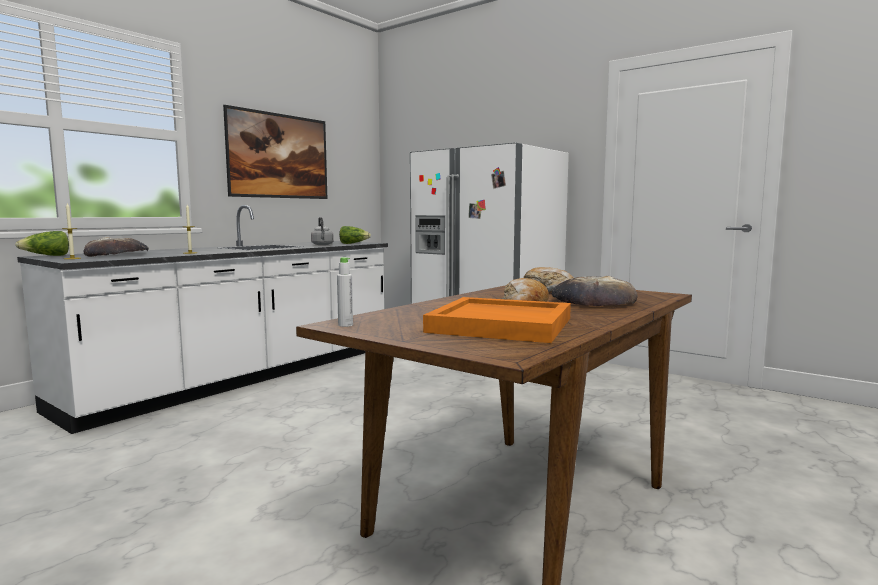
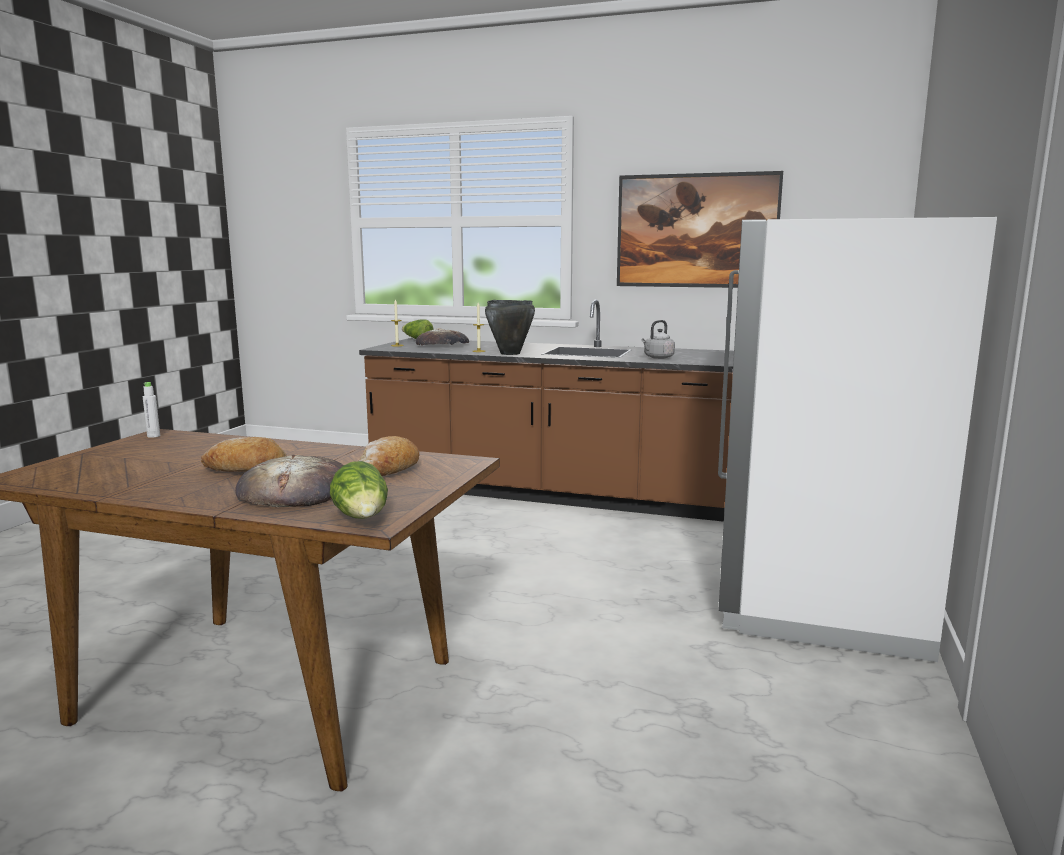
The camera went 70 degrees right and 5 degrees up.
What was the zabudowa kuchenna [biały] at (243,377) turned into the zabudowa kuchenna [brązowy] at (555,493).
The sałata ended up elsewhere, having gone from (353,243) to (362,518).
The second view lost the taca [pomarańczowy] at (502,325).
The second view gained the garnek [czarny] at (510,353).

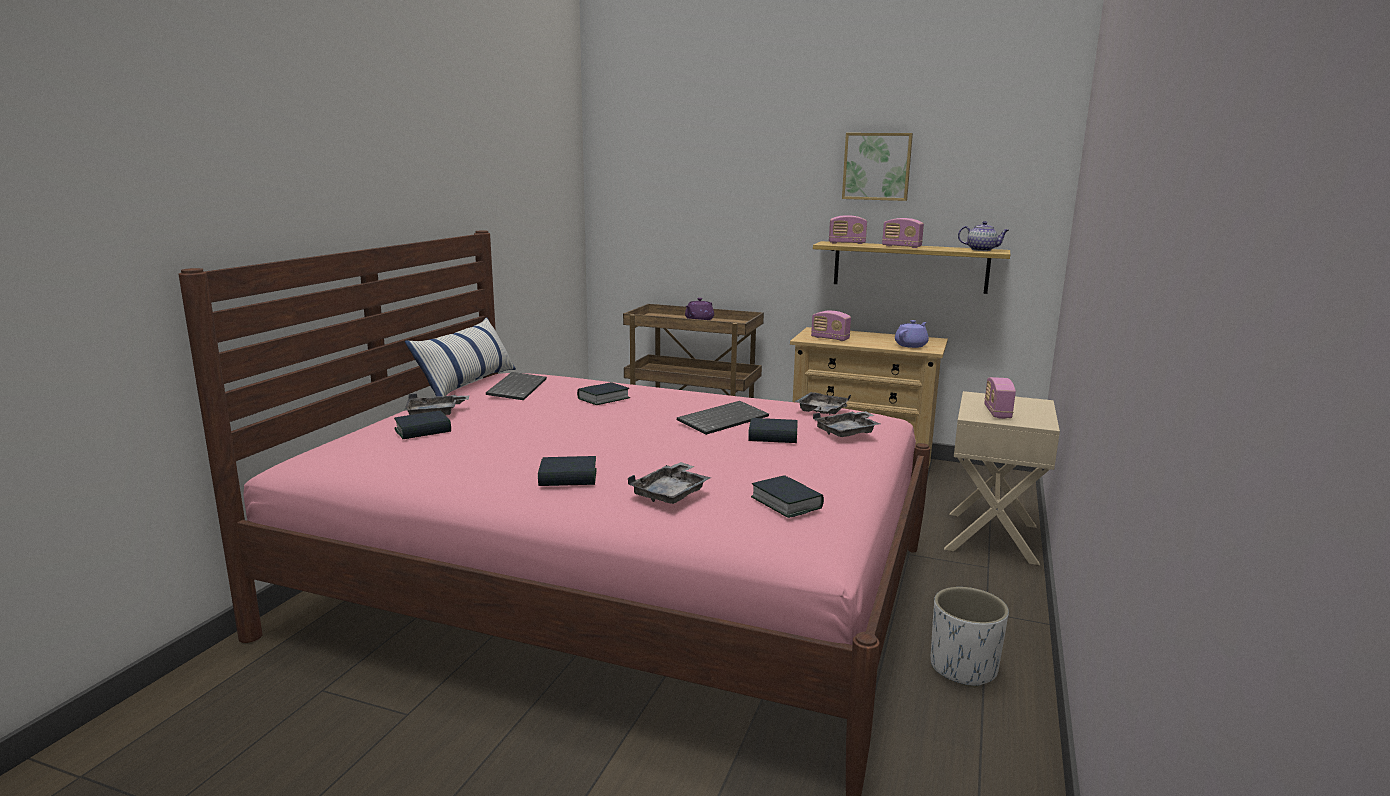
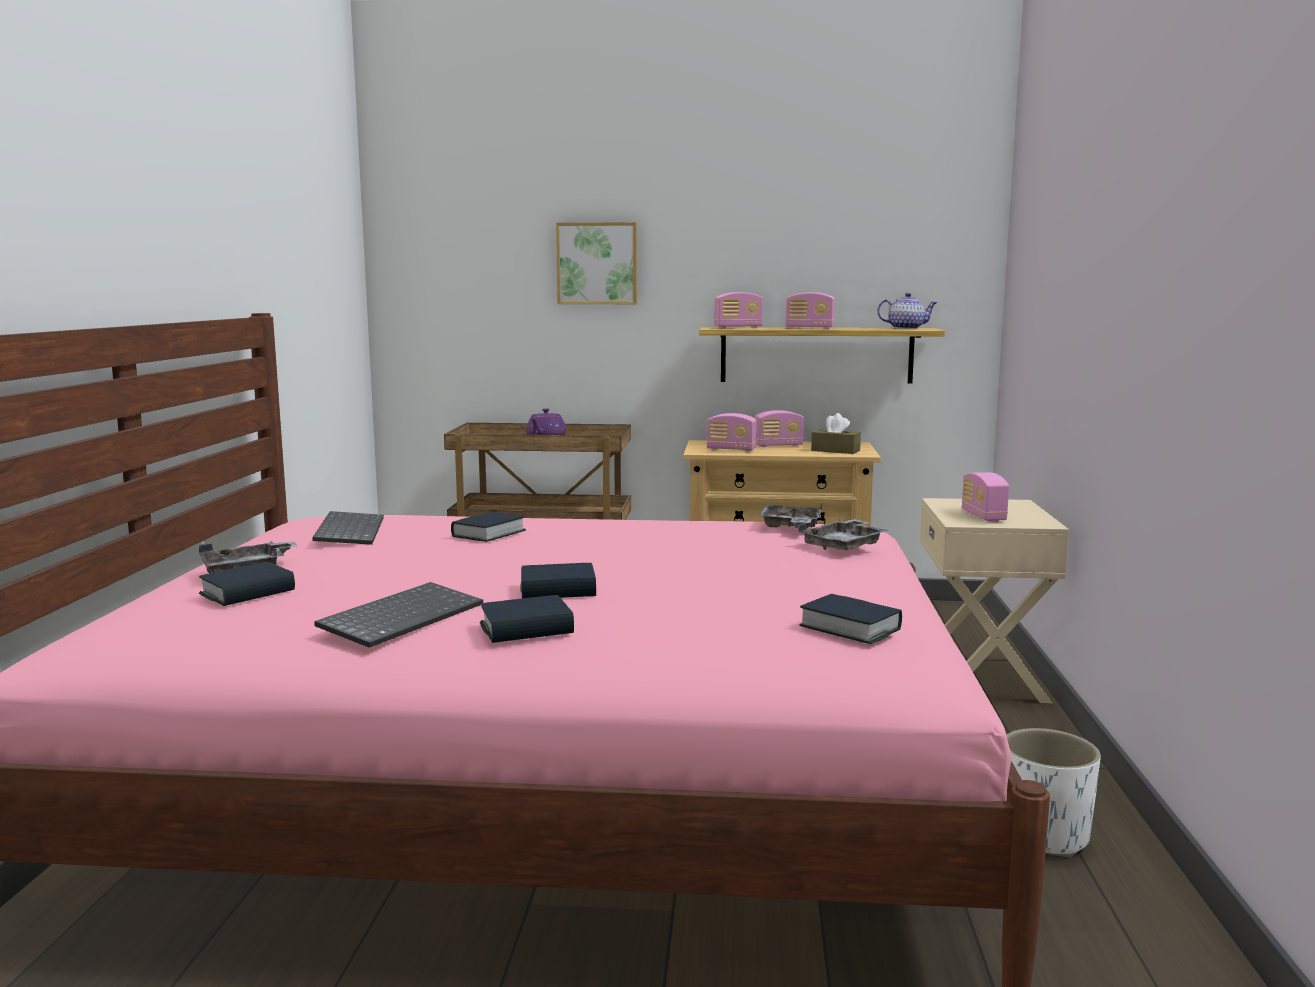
The camera went 15 degrees left and 5 degrees down.
The obraz ended up elsewhere, having gone from (877,166) to (597,263).
The second view lost the poduszka at (467,383).
Where the imbryk [fioletowy] stood at (911,345), the pudełko chusteczek [brązowy] came to stand at (835,450).
The klawiatura ended up elsewhere, having gone from (723,419) to (402,617).
The książka ended up elsewhere, having gone from (773,436) to (558,590).
The second view lost the taca [szary] at (671,493).
The second view gained the radio at (778,445).

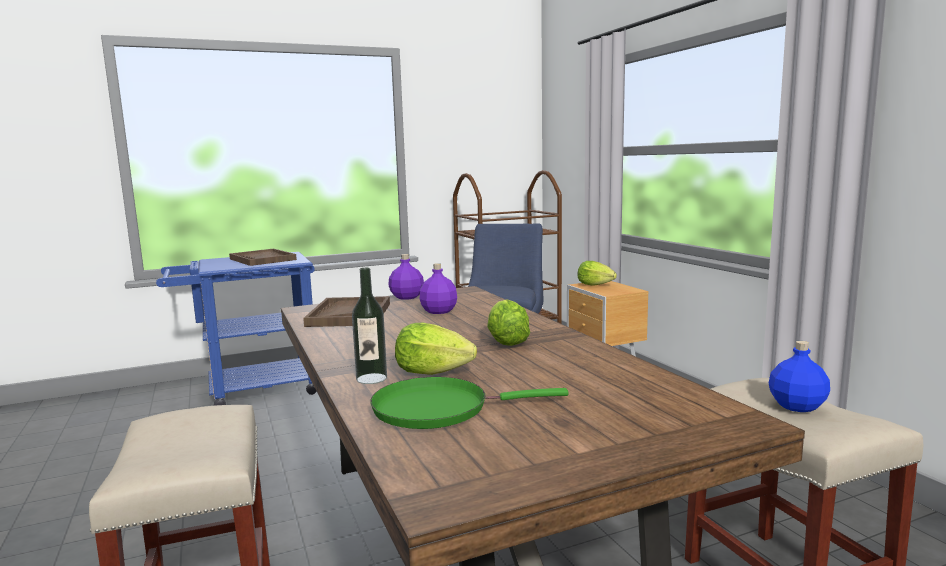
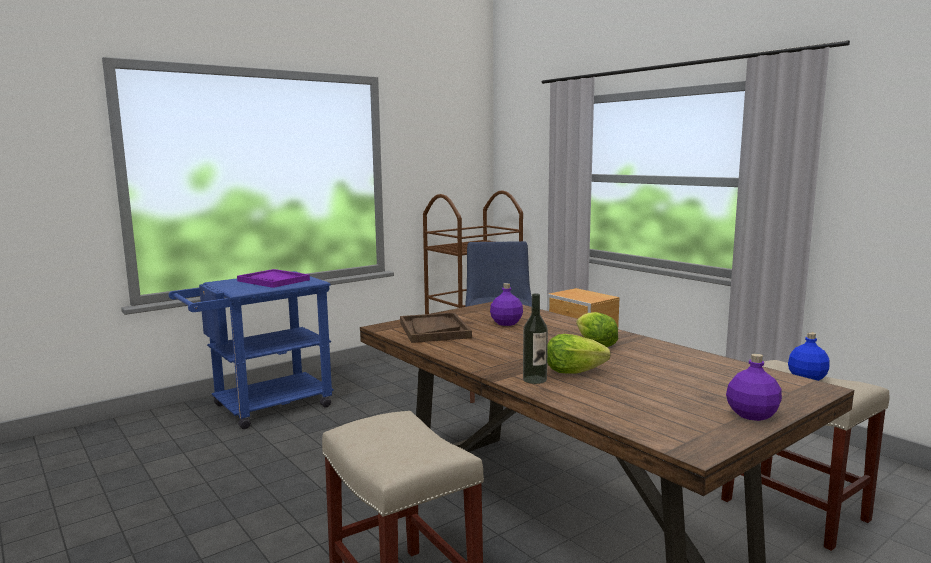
The camera went 15 degrees left and 0 degrees up.
What was the taca [brązowy] at (263,259) turned into the taca [fioletowy] at (274,280).
The butelka [fioletowy] ended up elsewhere, having gone from (406,297) to (751,415).
The second view lost the sałata at (595,285).
The second view lost the patelnia [zielony] at (438,409).

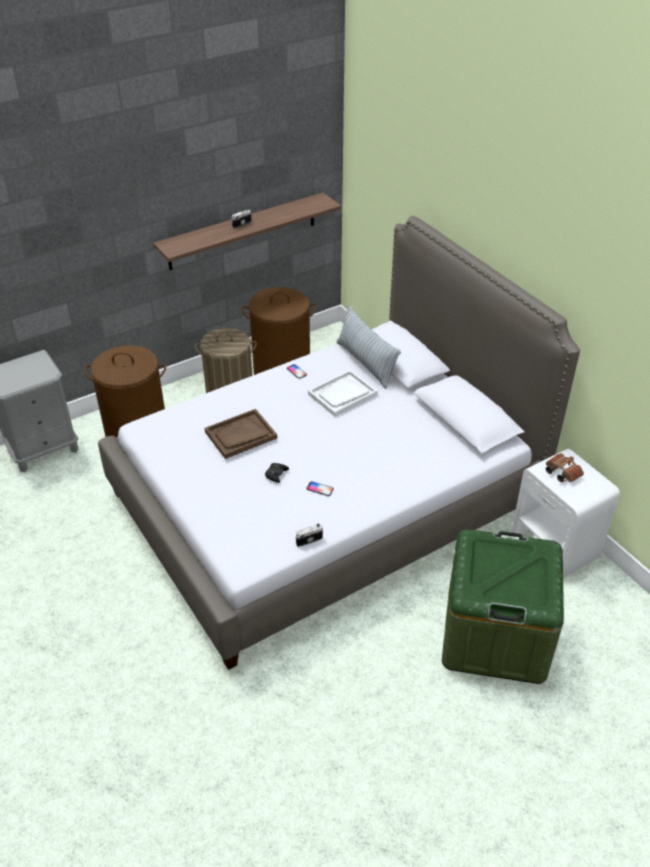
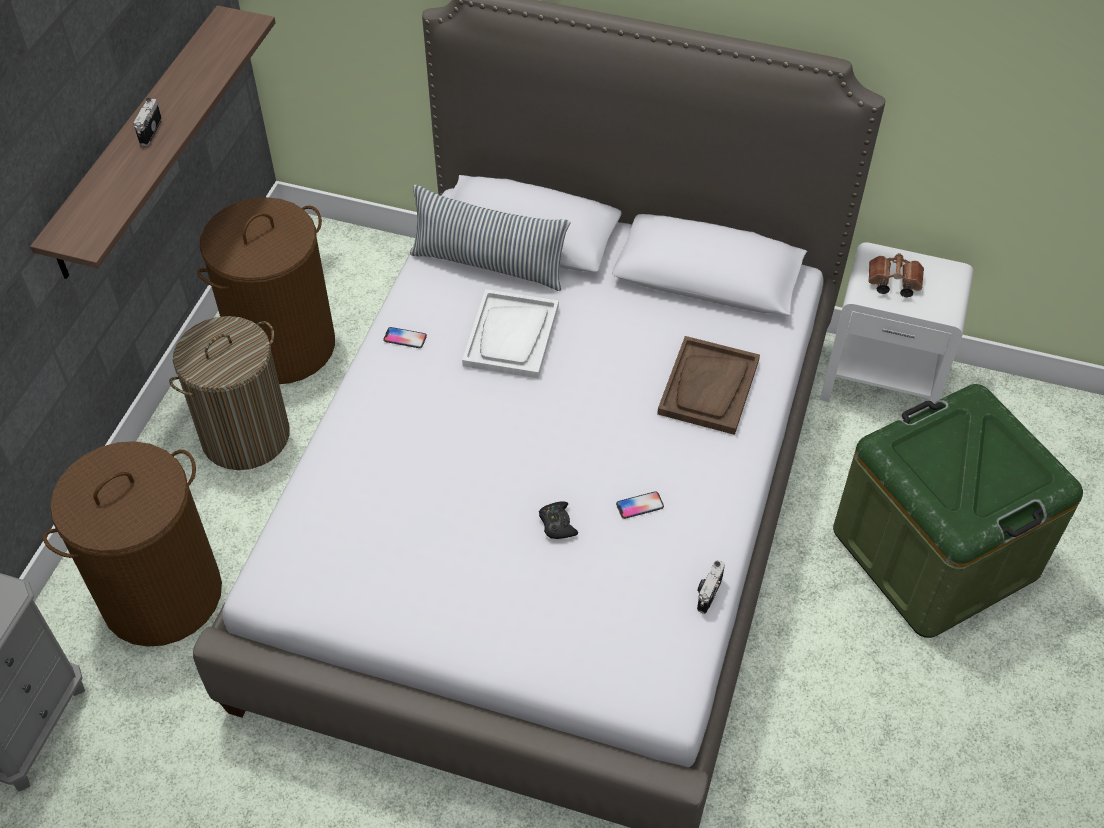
The camera went 40 degrees left and 10 degrees up.
The taca [brązowy] ended up elsewhere, having gone from (240,435) to (709,387).

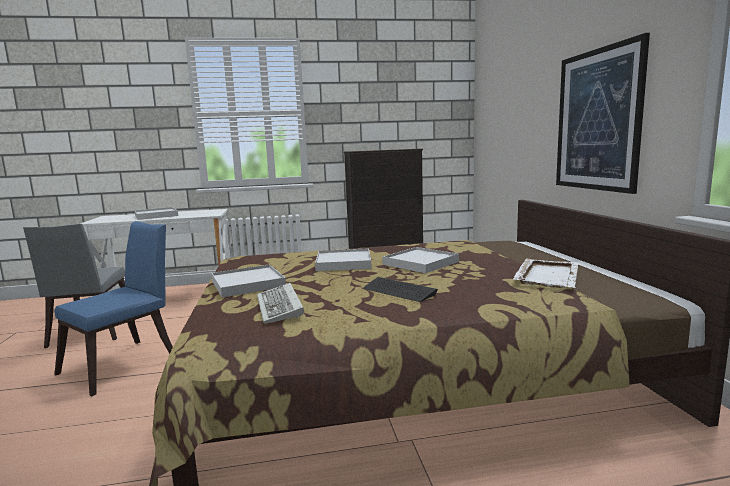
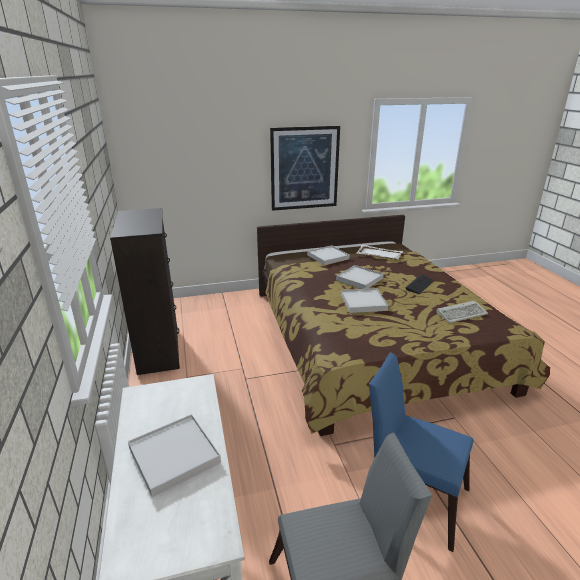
The camera went 95 degrees left and 15 degrees up.
The taca [biały] ended up elsewhere, having gone from (248,284) to (328,257).

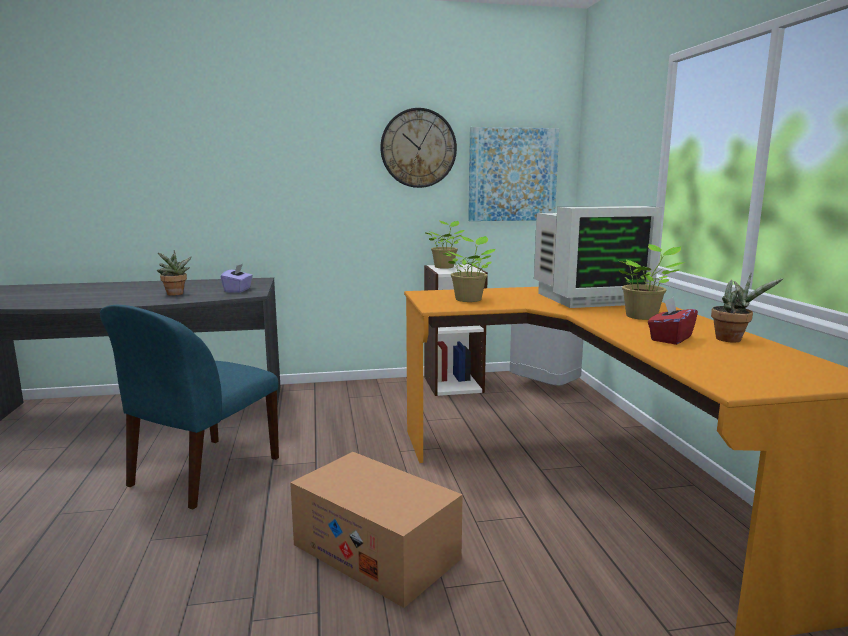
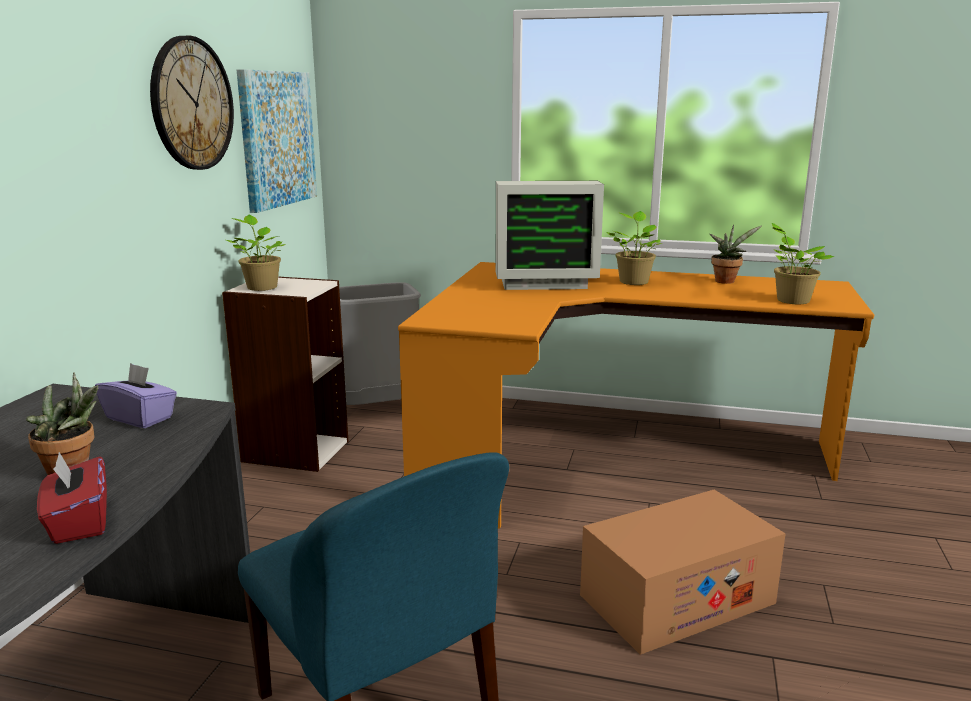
The camera went 65 degrees left and 5 degrees up.
The monitor at (586,298) ended up facing another way, 75 degrees clockwise from before.
The roślina doniczkowa ended up elsewhere, having gone from (469,299) to (790,300).
The pudełko chusteczek [czerwony] ended up elsewhere, having gone from (670,338) to (78,523).

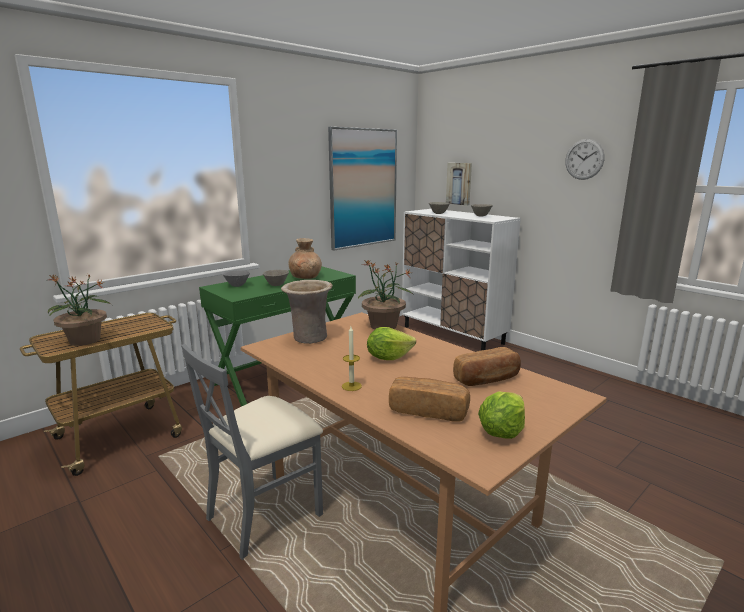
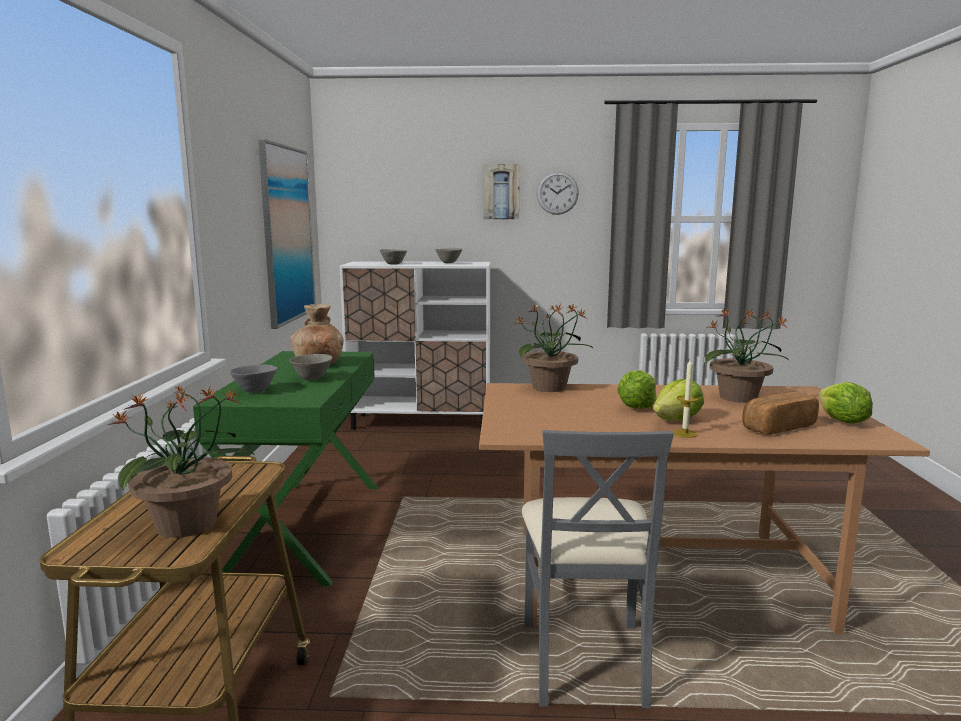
The camera went 45 degrees left and 5 degrees down.
The obraz ended up elsewhere, having gone from (459,183) to (501,192).
The second view lost the wazon [beżowy] at (308,338).
Where the chleb stood at (487,379), the roślina doniczkowa came to stand at (739,398).
The second view gained the sałata at (677,420).

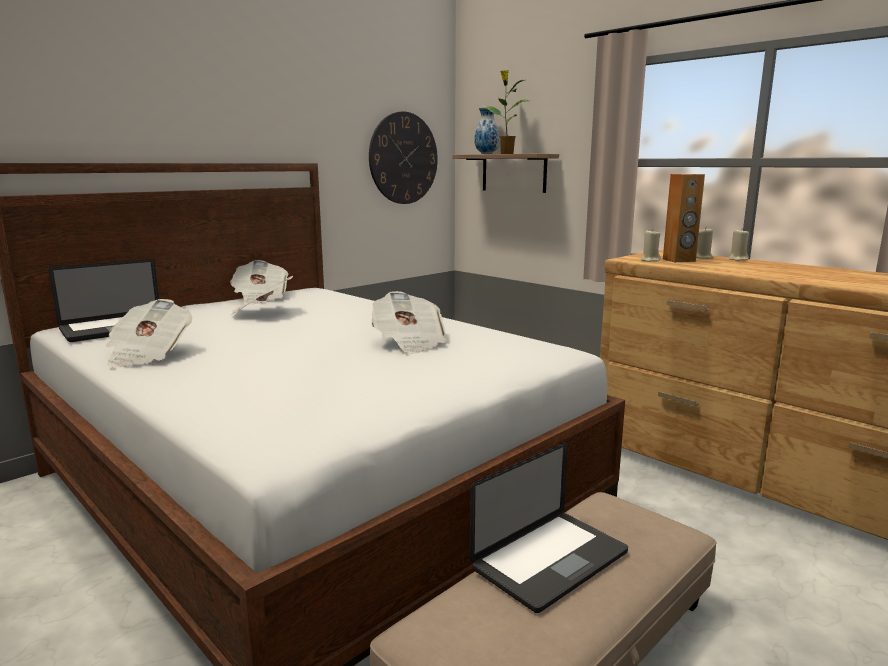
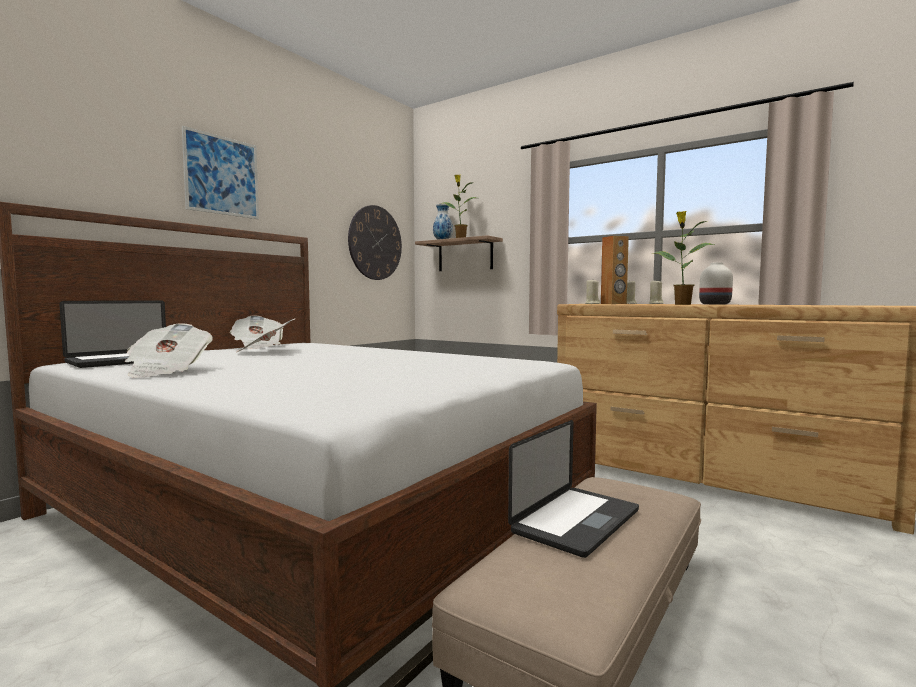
The camera went 10 degrees left and 10 degrees down.
The second view lost the gazeta at (409,342).
The second view gained the obraz at (222,175).
The second view gained the roślina doniczkowa at (681,304).
The second view gained the wazon [biały] at (715,304).

